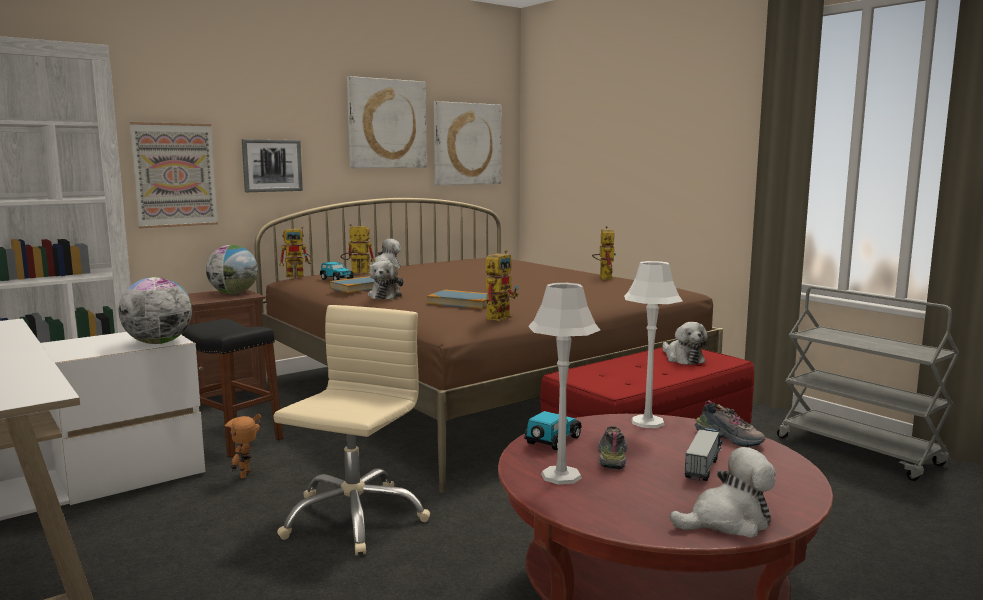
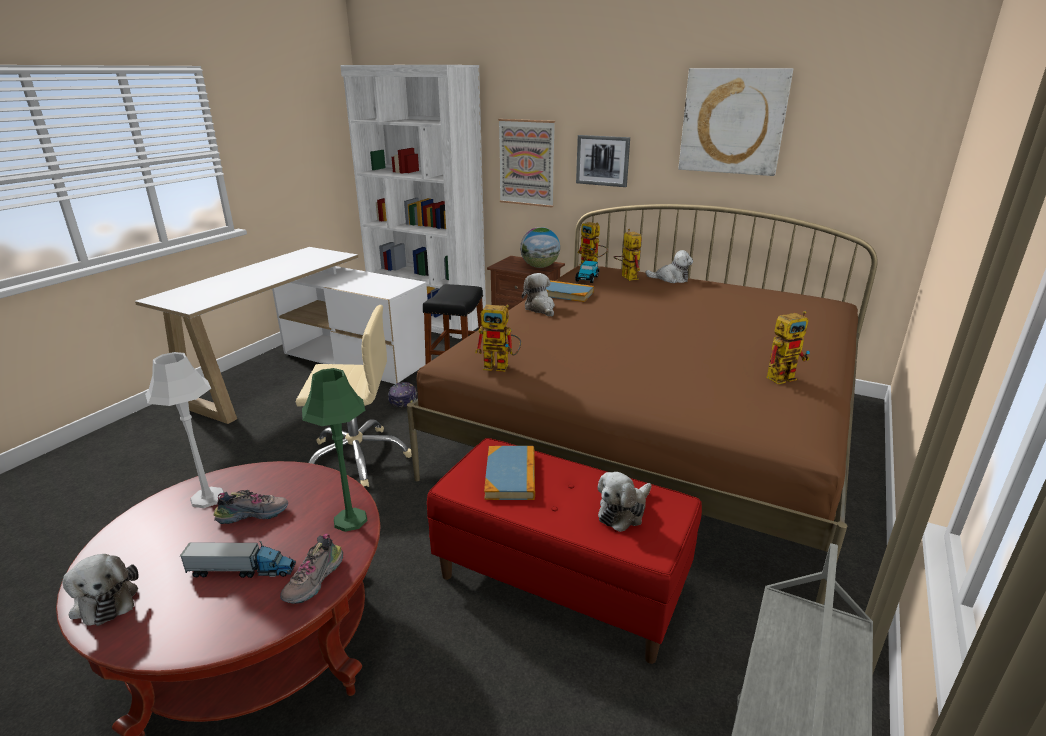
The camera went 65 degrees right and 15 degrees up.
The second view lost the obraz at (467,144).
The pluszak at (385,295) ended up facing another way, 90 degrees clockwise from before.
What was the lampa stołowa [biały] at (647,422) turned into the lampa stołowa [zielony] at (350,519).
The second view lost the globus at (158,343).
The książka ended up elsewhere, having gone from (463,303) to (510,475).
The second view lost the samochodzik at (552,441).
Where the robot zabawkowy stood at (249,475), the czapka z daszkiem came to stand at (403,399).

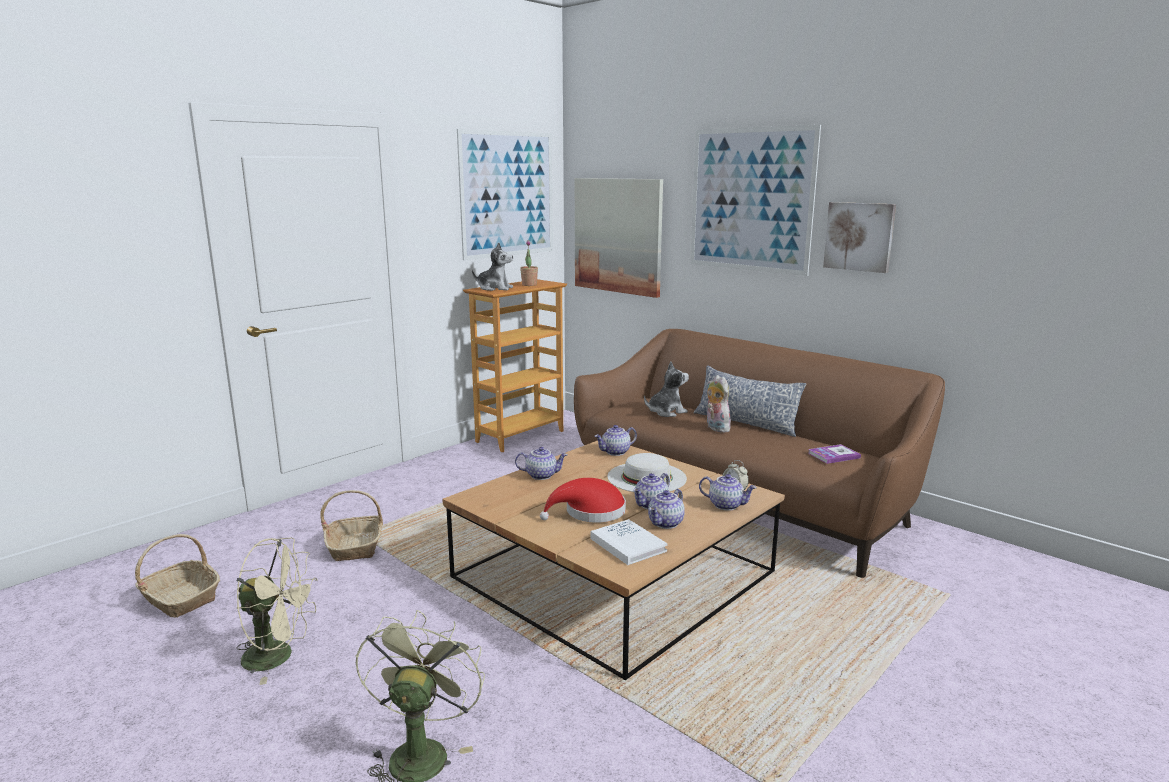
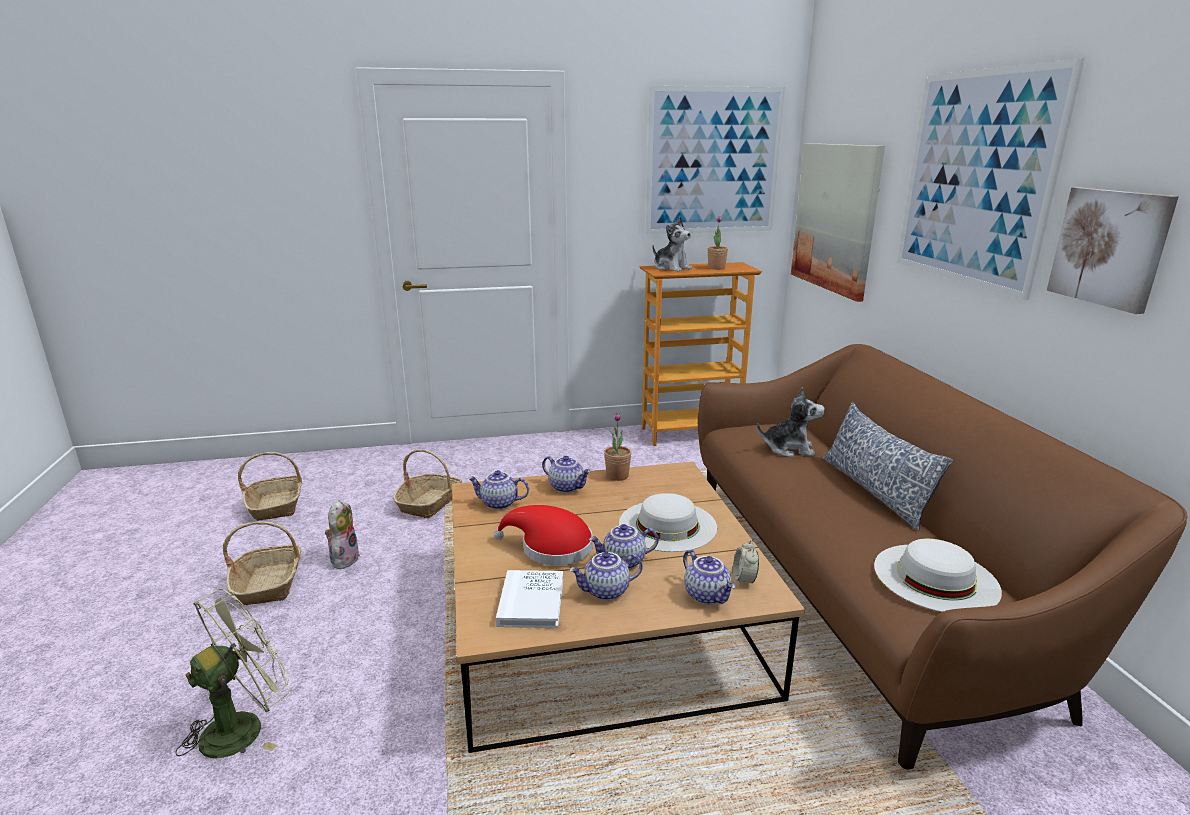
The camera went 35 degrees right and 5 degrees up.
The pluszak ended up elsewhere, having gone from (715,428) to (344,559).
The imbryk ended up elsewhere, having gone from (615,452) to (498,504).
Where the książka stood at (833,455), the kapelusz [biały] came to stand at (935,577).
Where the wentylator [beżowy] stood at (279,656), the koszyk came to stand at (269,583).
The second view gained the roślina doniczkowa at (617,475).

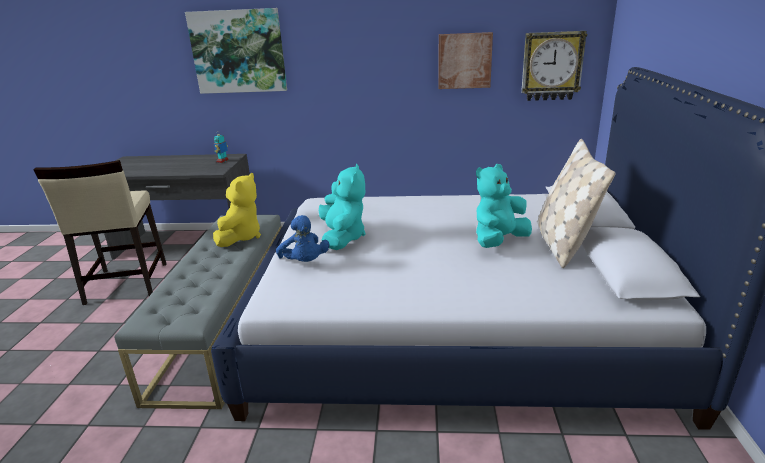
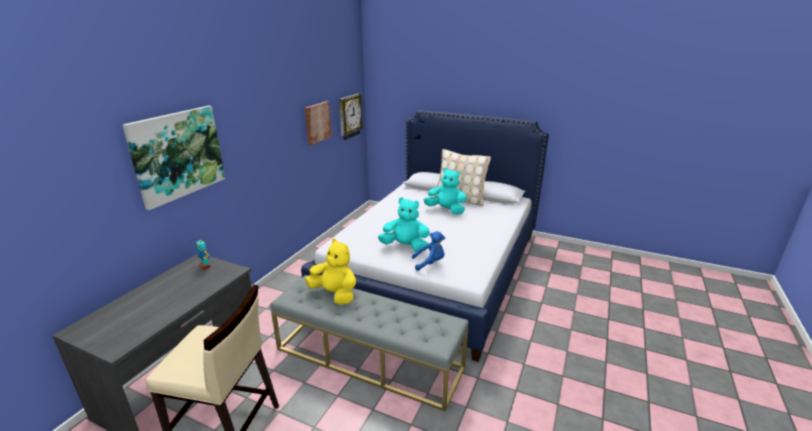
The camera went 70 degrees left and 0 degrees up.
The pluszak [turkusowy] at (499,241) ended up facing another way, 135 degrees clockwise from before.

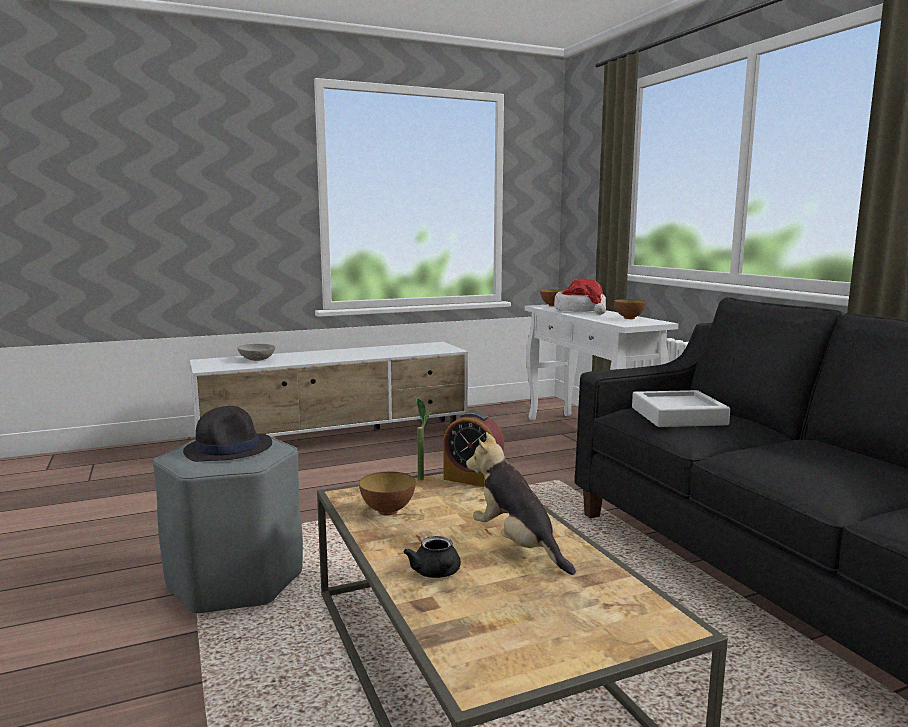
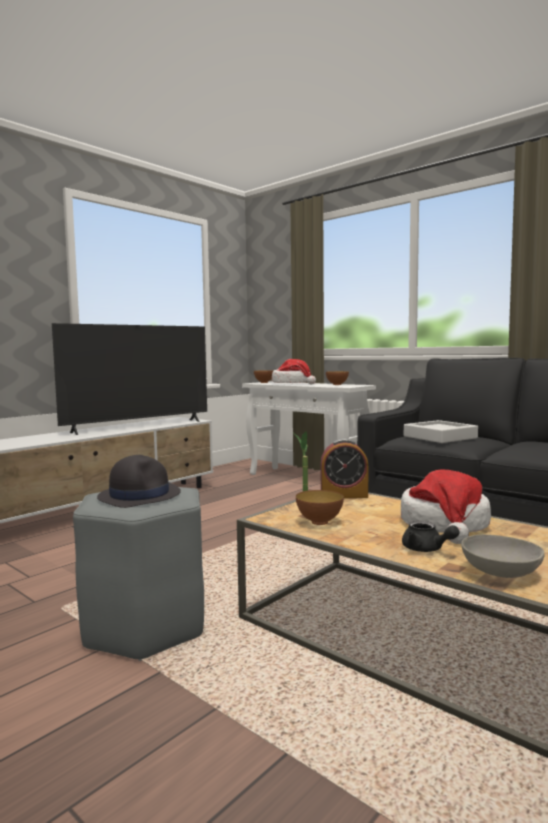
The camera went 25 degrees left and 5 degrees down.
The miska [szary] ended up elsewhere, having gone from (257,360) to (500,573).
Where the pluszak stood at (517,545), the kapelusz came to stand at (445,524).
The second view gained the telewizor at (138,426).

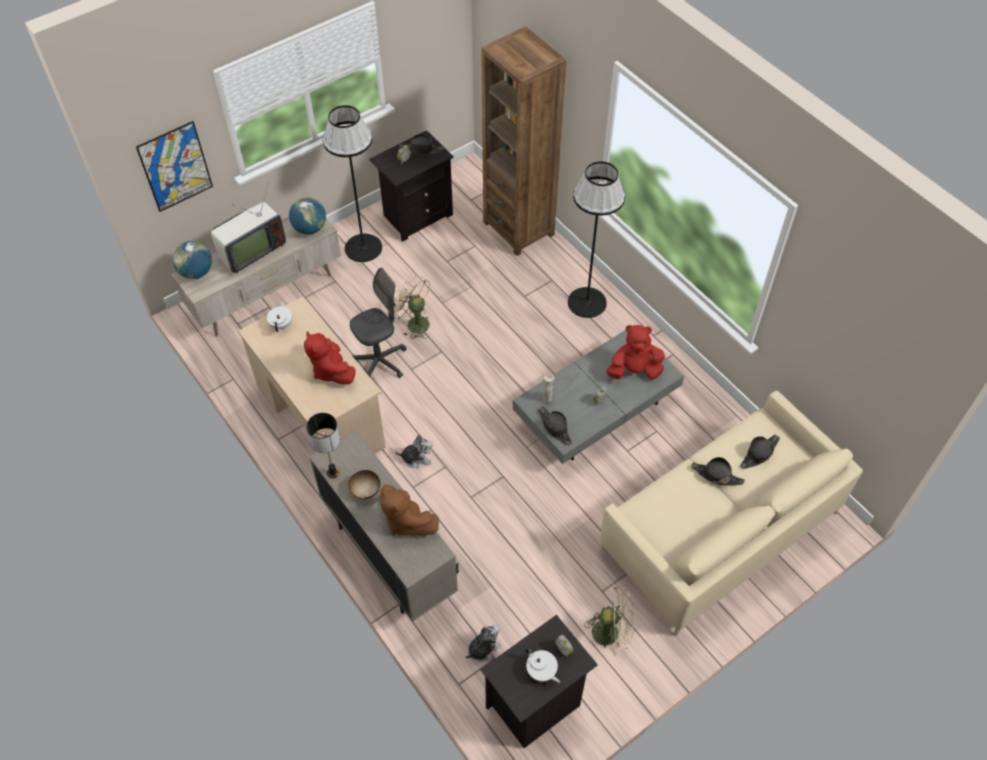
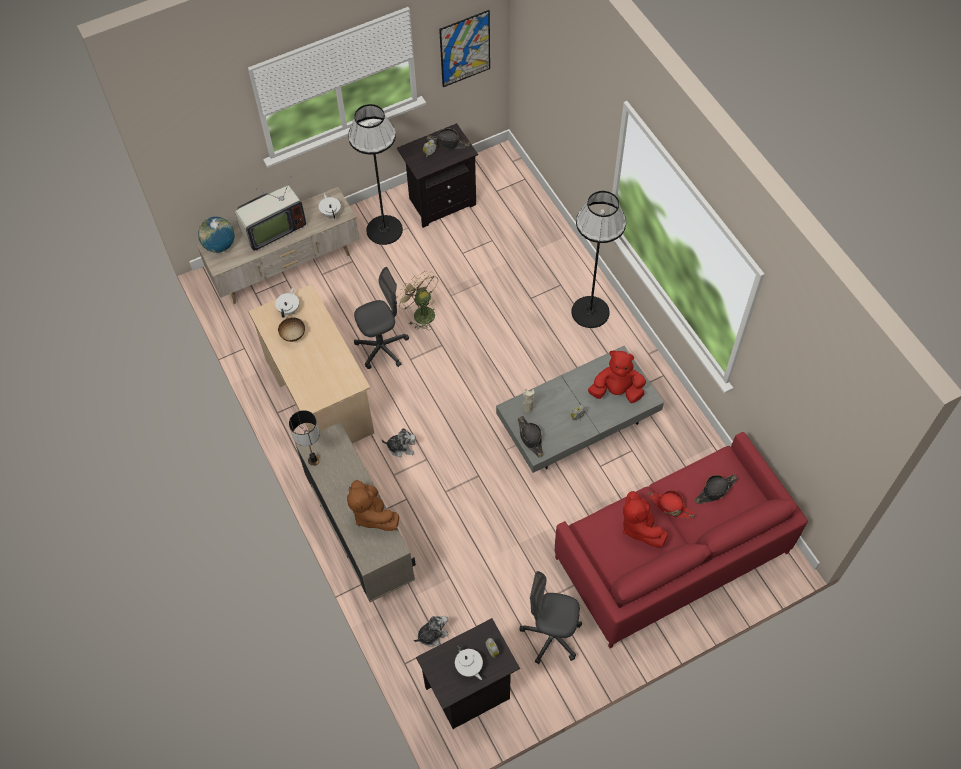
The camera went 10 degrees right and 5 degrees up.
The second view lost the regał [brązowy] at (519,228).
The obraz ended up elsewhere, having gone from (175,167) to (465,49).
Where the globus stood at (310,228), the imbryk [biały] came to stand at (331,212).
The pluszak [czerwony] ended up elsewhere, having gone from (331,370) to (639,526).
What was the kanapa [beżowy] at (718,530) turned into the kanapa [czerwony] at (671,554).
What was the kapelusz [czarny] at (716,475) turned into the kapelusz [czerwony] at (670,506).
The miska ended up elsewhere, having gone from (365,490) to (293,335).
Where the wentylator [beżowy] stood at (611,632), the krzesło biurowe [szary] came to stand at (551,636).

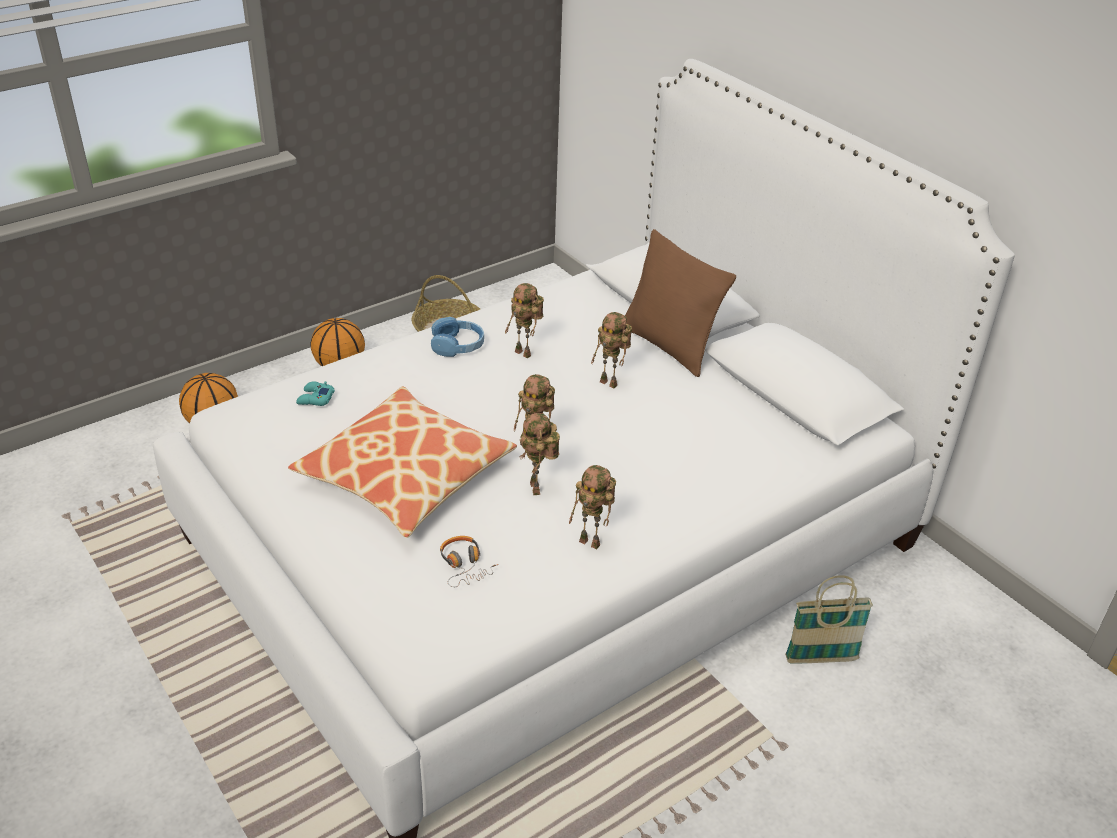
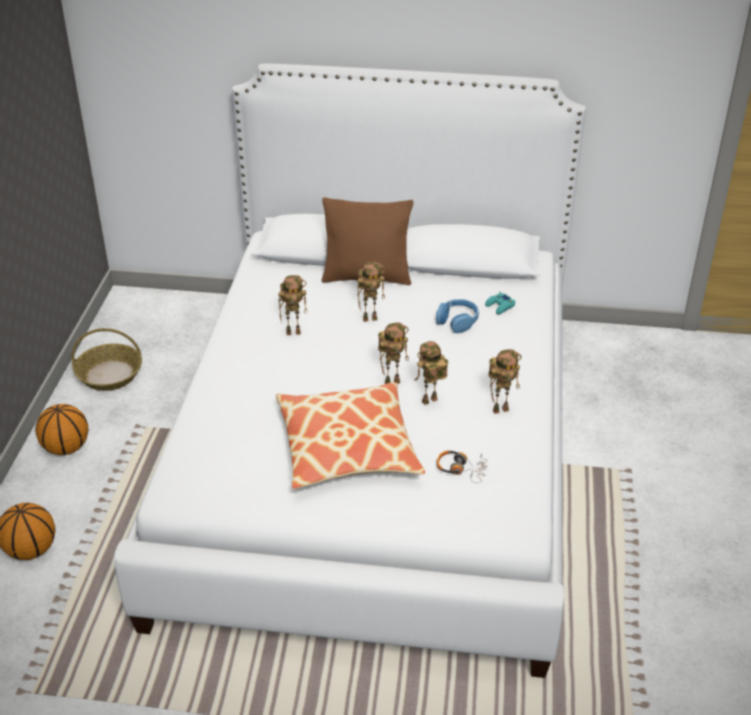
The camera went 45 degrees left and 0 degrees up.
The słuchawki [niebieski] ended up elsewhere, having gone from (458,346) to (457,321).
The pad do gier [turkusowy] ended up elsewhere, having gone from (315,398) to (500,306).
The robot zabawkowy at (537,489) ended up facing another way, 120 degrees clockwise from before.
The second view lost the koszyk at (821,659).

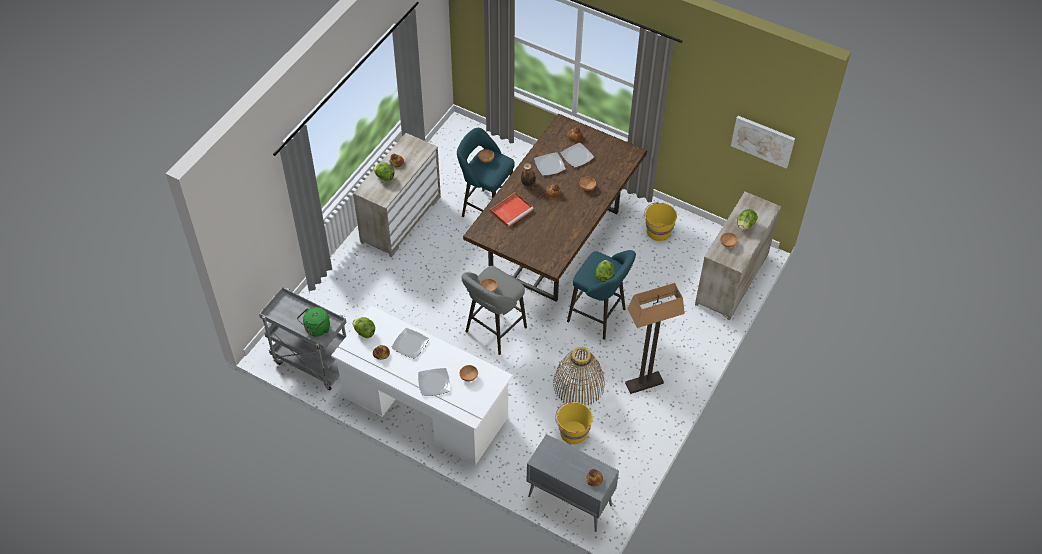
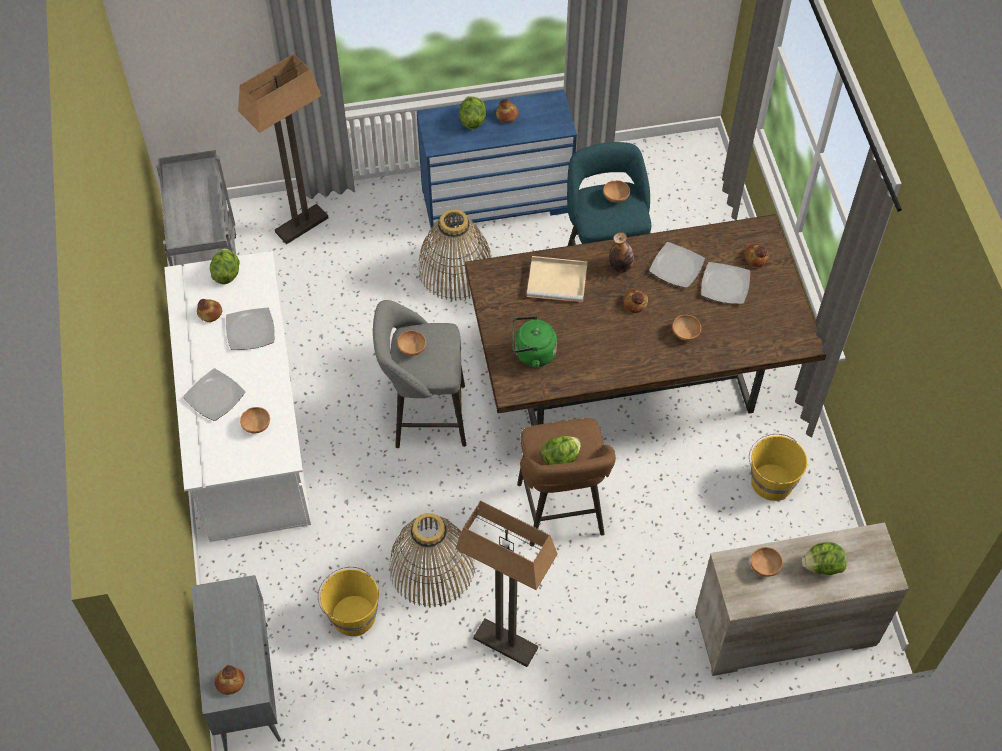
The camera went 50 degrees right and 5 degrees up.
The second view lost the obraz at (763,140).
What was the komoda [beżowy] at (400,219) turned into the komoda [niebieski] at (496,200).
What was the taca [czerwony] at (511,210) turned into the taca [beżowy] at (558,281).
What was the stołek [turkusowy] at (599,316) turned into the stołek [brązowy] at (561,514).
The czajnik [zielony] ended up elsewhere, having gone from (316,329) to (532,353).
The second view gained the lampa stojąca at (302,224).
The second view gained the koszyk at (455,269).

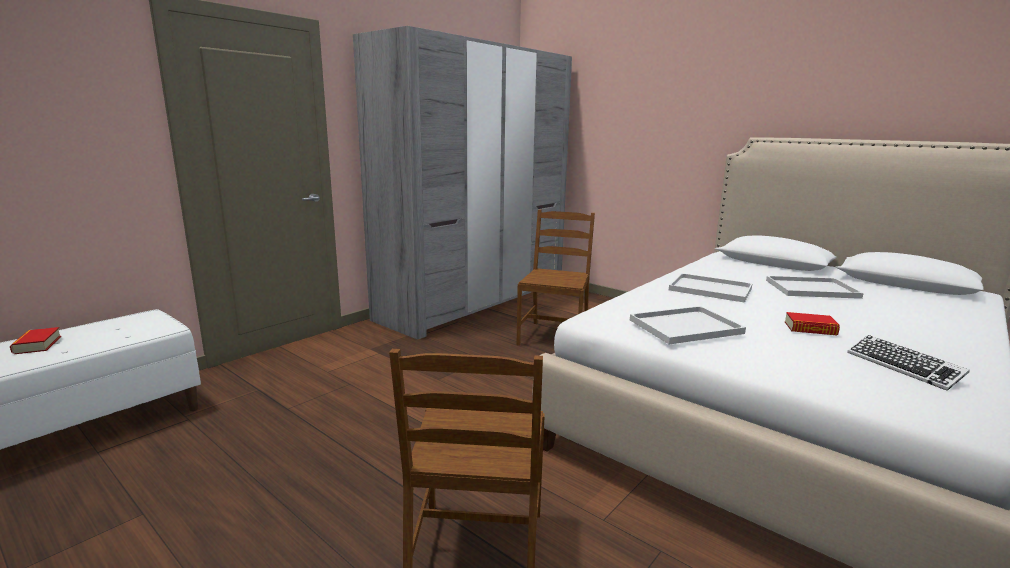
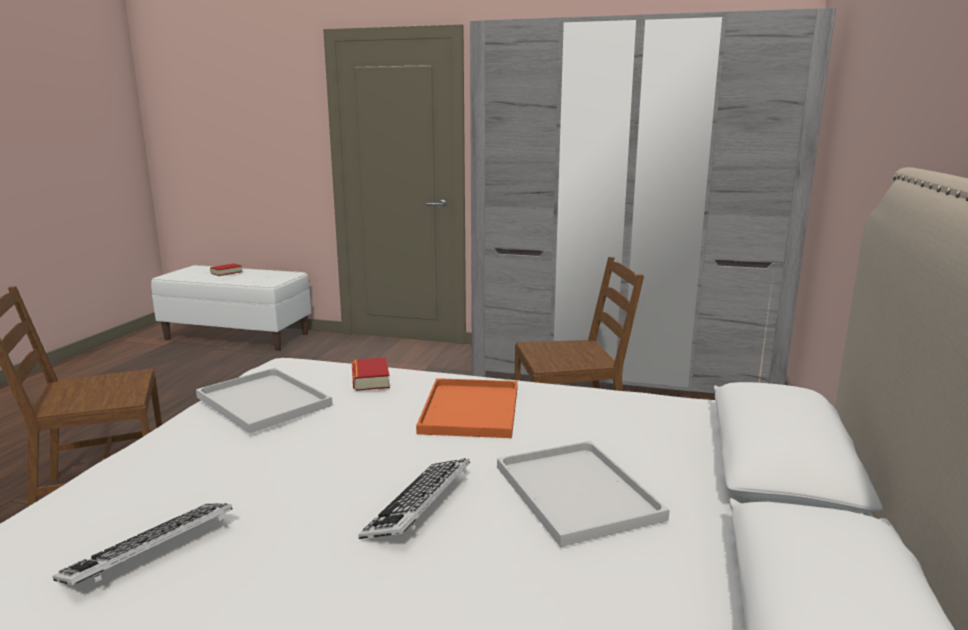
The camera went 65 degrees right and 0 degrees up.
What was the taca [biały] at (708,289) turned into the taca [pomarańczowy] at (469,408).
The książka ended up elsewhere, having gone from (810,329) to (370,379).
The second view gained the klawiatura at (419,506).

